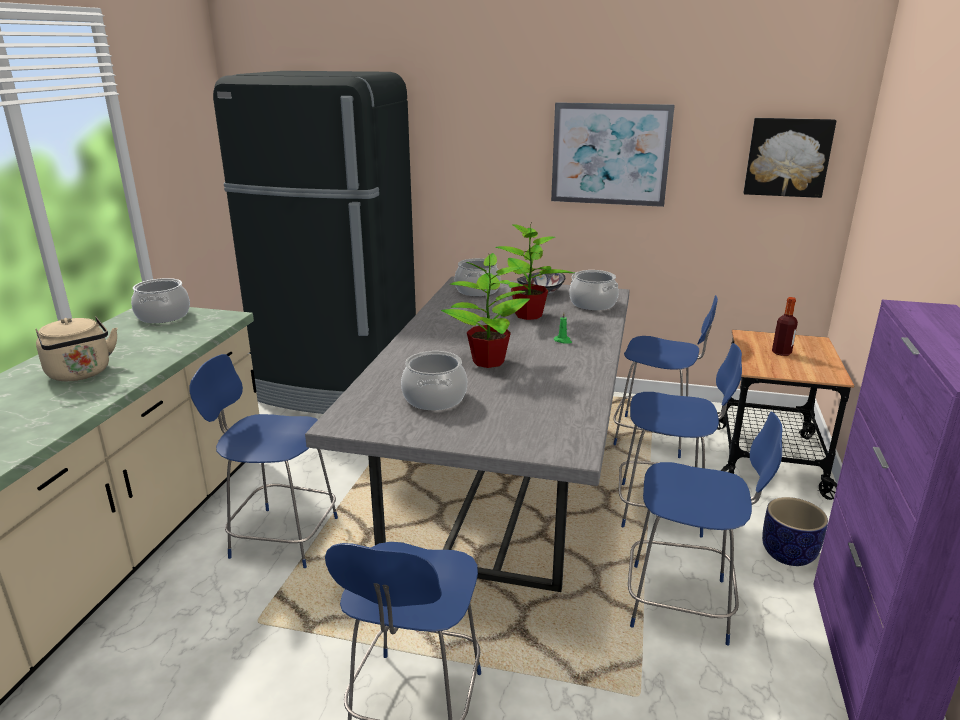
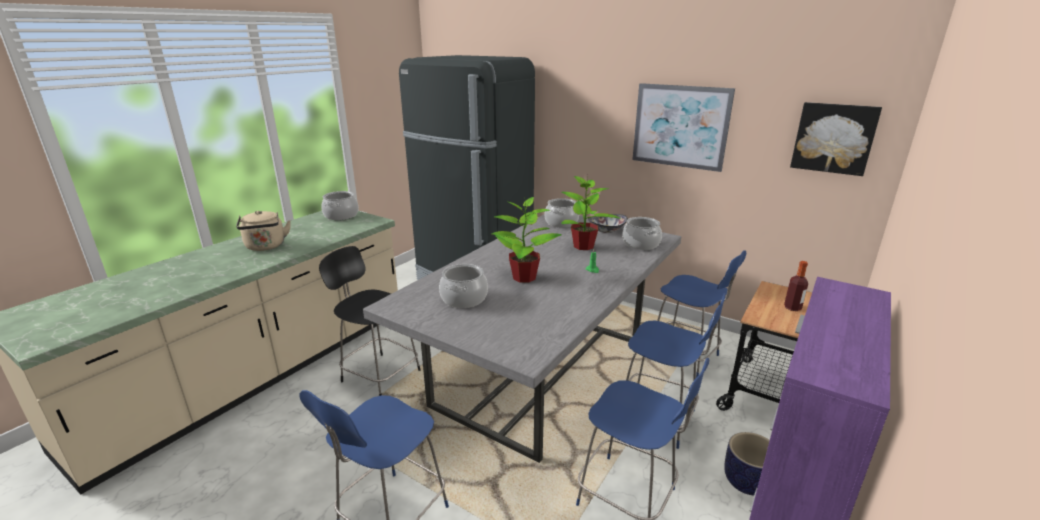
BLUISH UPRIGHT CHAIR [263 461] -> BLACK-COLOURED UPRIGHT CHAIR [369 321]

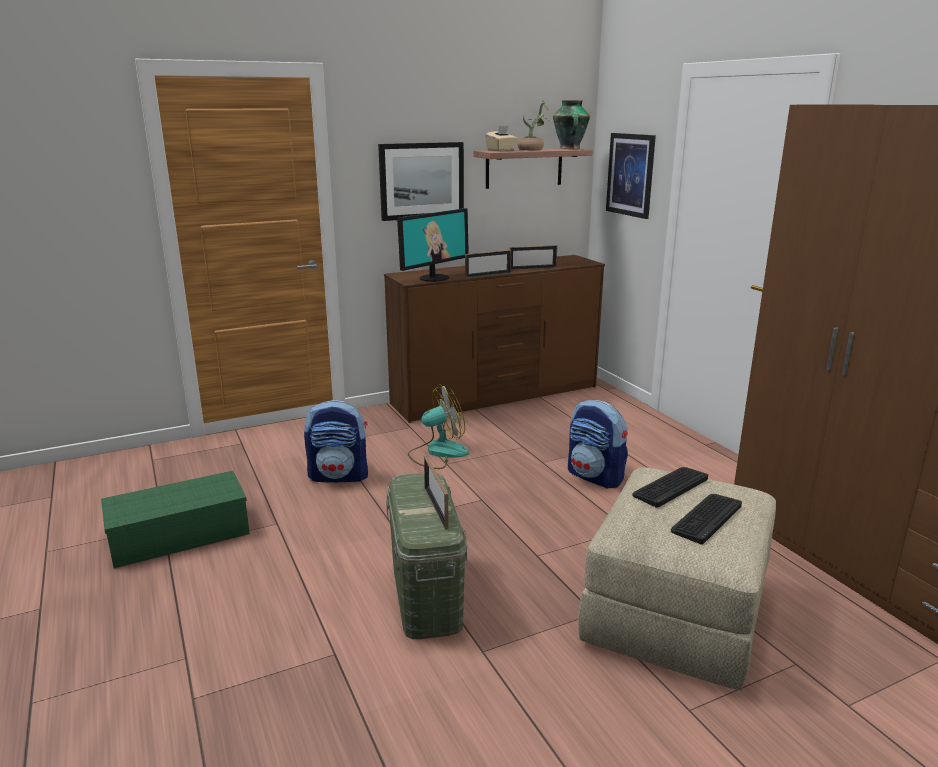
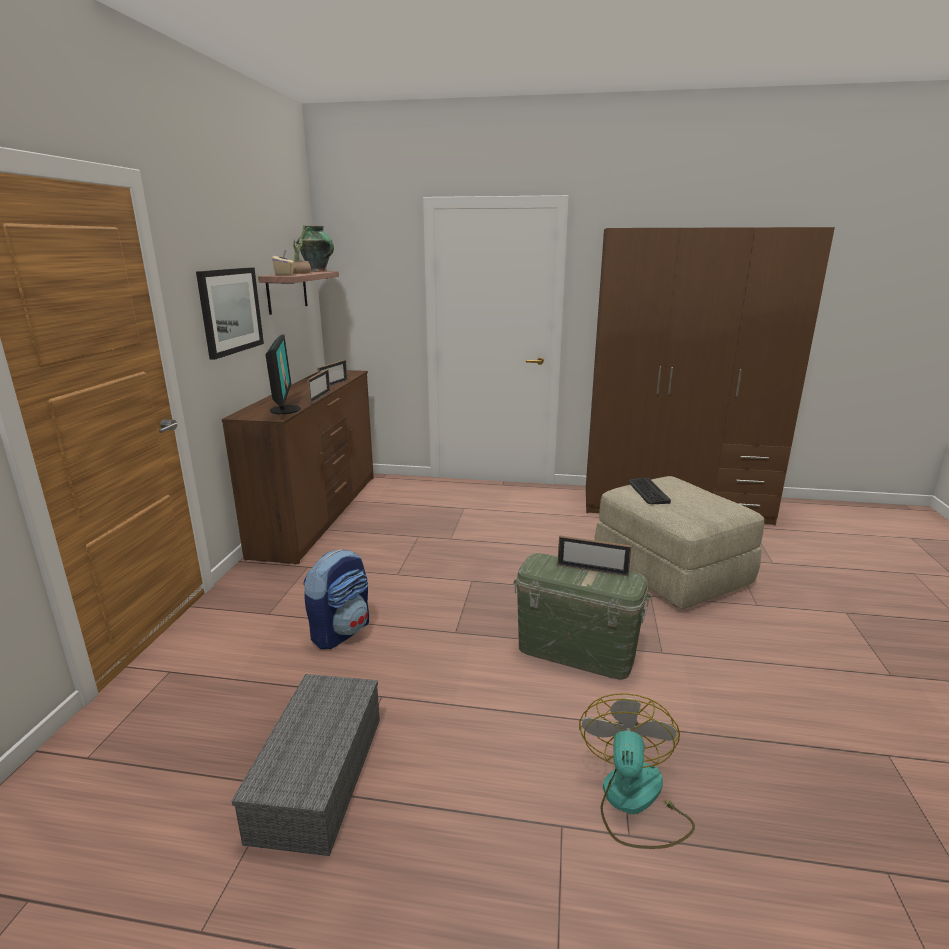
GREEN-COLOURED STORAGE BOX [175 519] -> GREY STORAGE BOX [306 765]
COOLING FAN [438 426] -> COOLING FAN [637 771], move
BACKPACK [598 444] -> none
WALL ART [631 176] -> none
KEYBOARD [706 519] -> none

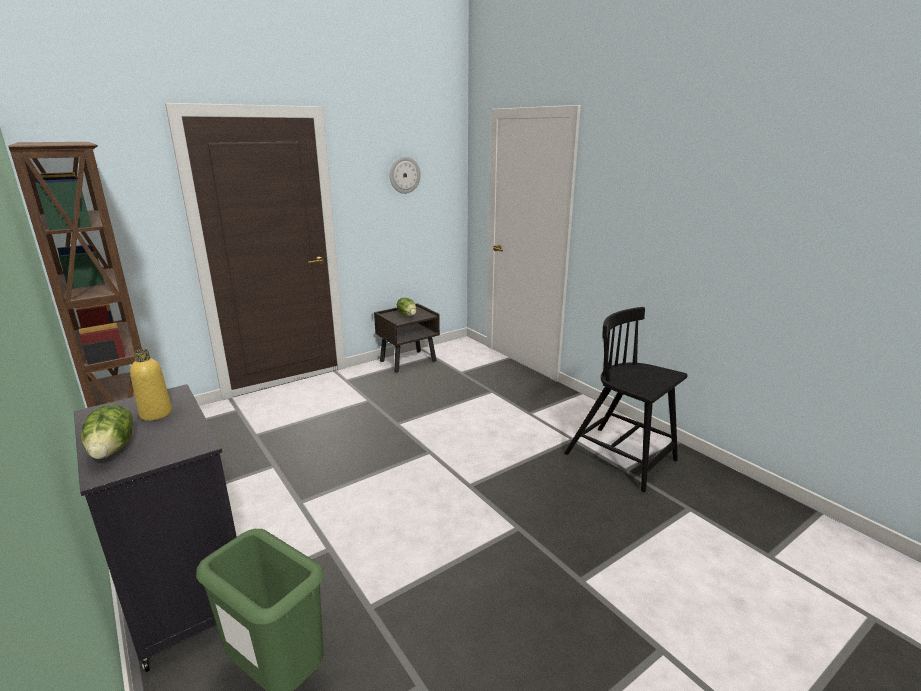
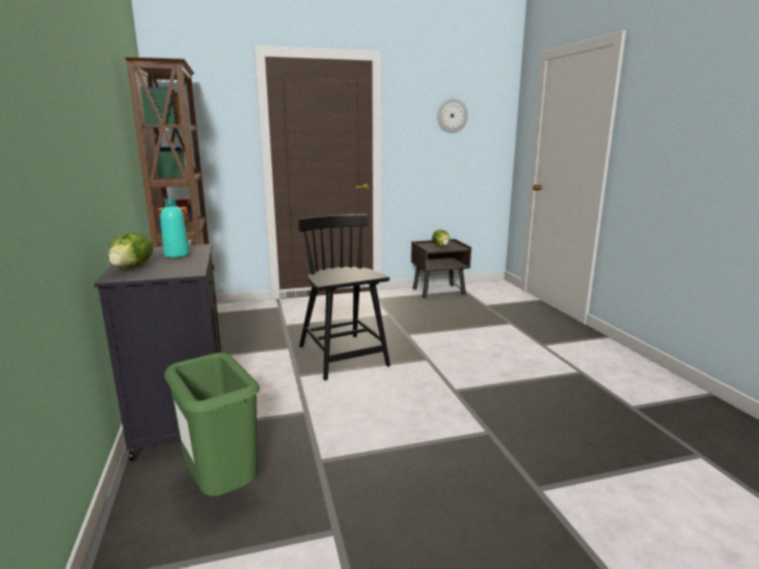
YELLOW-COLOURED BOTTLE [151 385] -> BLUE-GREEN BOTTLE [174 228]
BLACK-COLOURED UPRIGHT CHAIR [626 399] -> BLACK-COLOURED UPRIGHT CHAIR [344 297], move

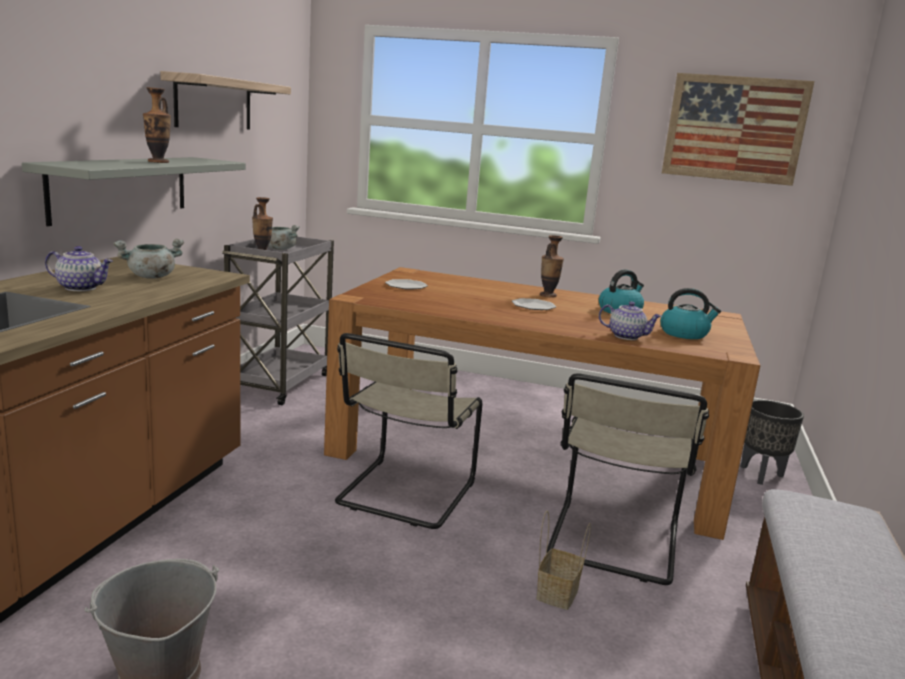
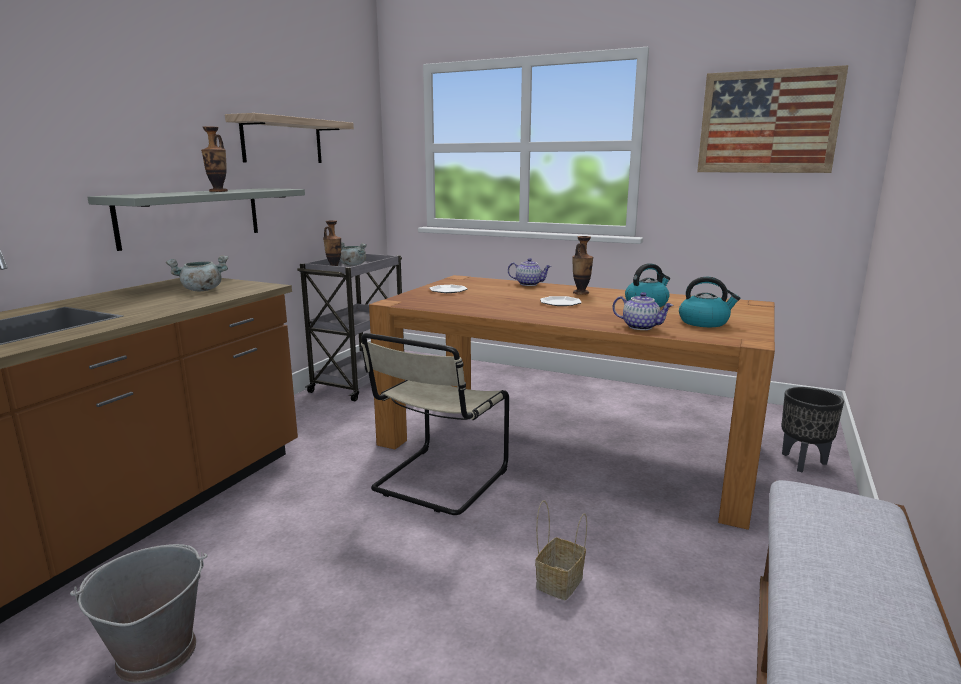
TEAPOT [79 268] -> TEAPOT [530 272], move
BEIGE-COLOURED UPRIGHT CHAIR [628 479] -> none

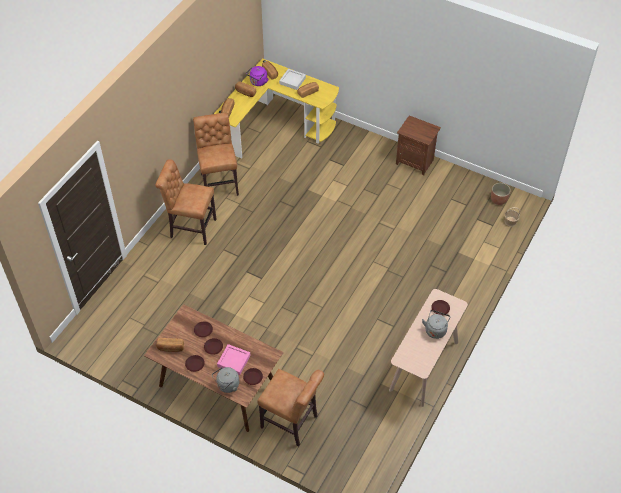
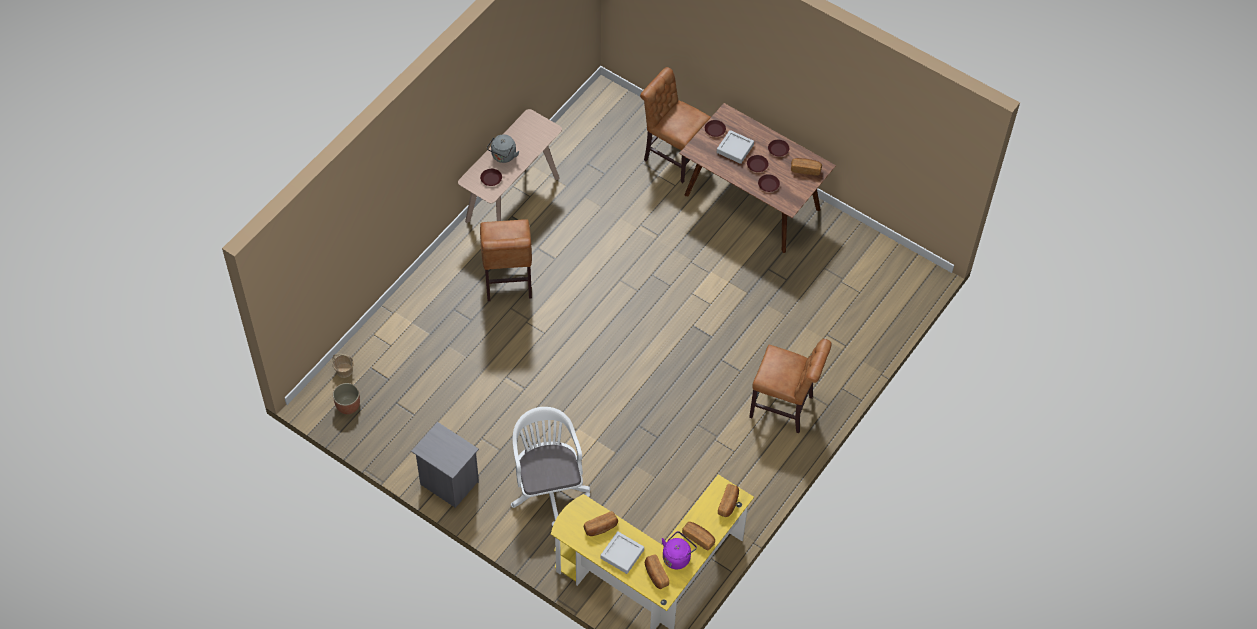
BROWNISH UPRIGHT CHAIR [216 154] -> BROWNISH UPRIGHT CHAIR [506 260], move
GREY TEA KETTLE [225 380] -> none
PINK-COLOURED TRAY [234 359] -> GREY TRAY [735 147]
BROWNISH BEDSIDE TABLE [418 145] -> GREY BEDSIDE TABLE [445 465]
none -> WHITISH OFFICE CHAIR [550 466]

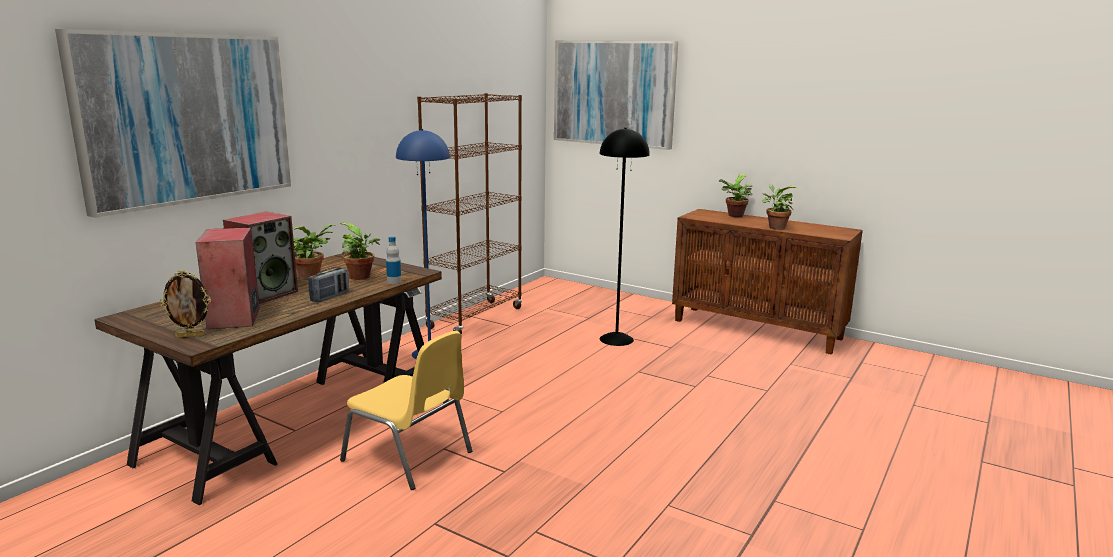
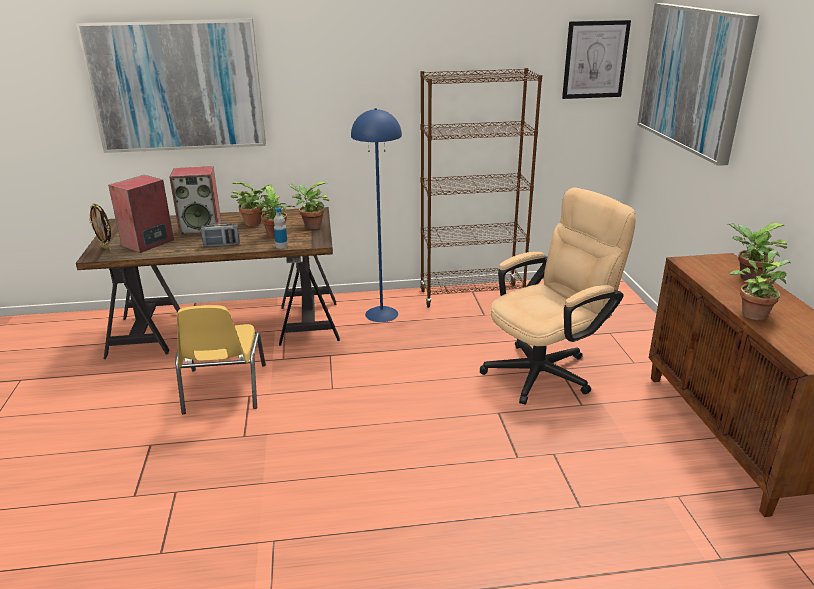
BLACK-COLOURED FLOOR LAMP [625 236] -> BEIGE-COLOURED OFFICE CHAIR [558 296]
none -> HOUSEPLANT [308 205]
none -> WALL ART [596 59]

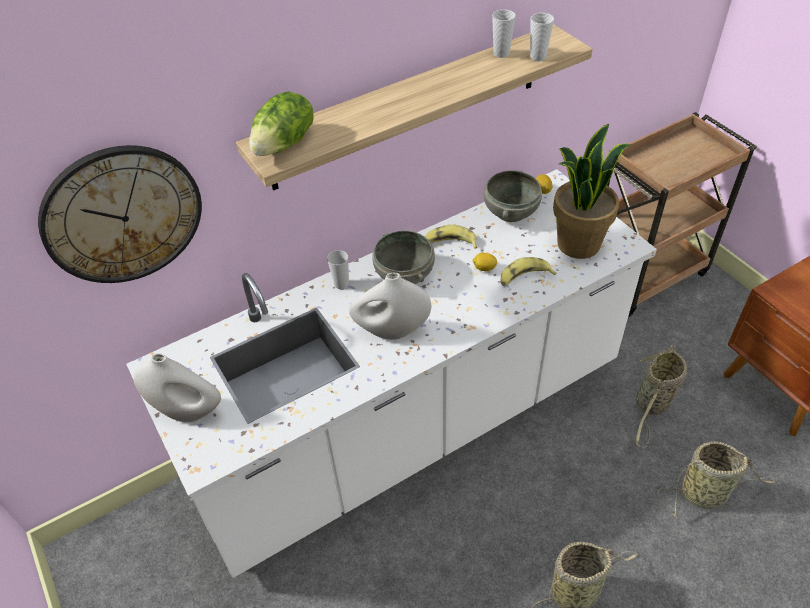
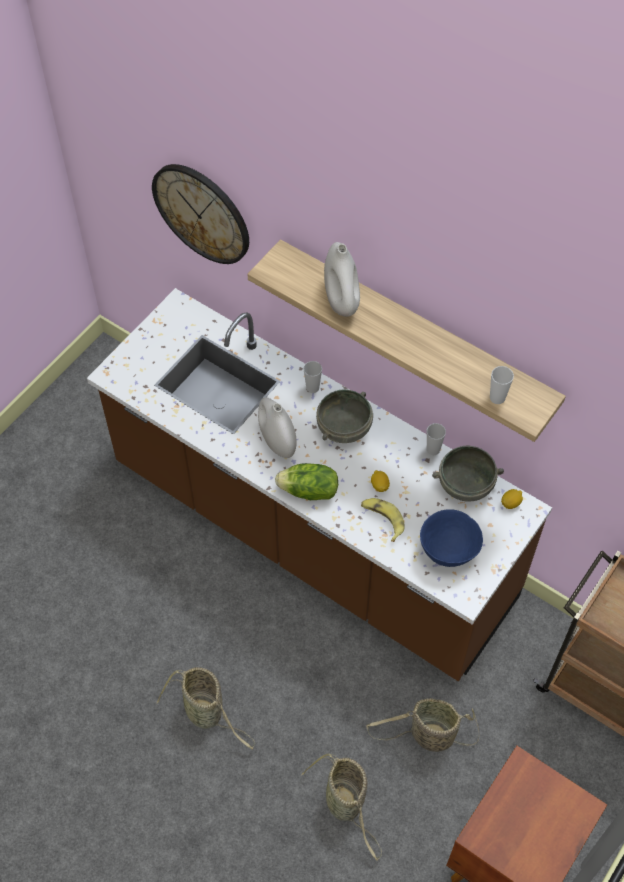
WHITISH KITCHEN COUNTER [391 373] -> BROWNISH KITCHEN COUNTER [319 484]
WHITISH FLOWER VASE [177 387] -> WHITISH FLOWER VASE [342 279], move
LETTUCE HEAD [281 123] -> LETTUCE HEAD [306 481], move
WHOLE BANANA [451 236] -> none
SMALL CUP [504 33] -> SMALL CUP [436 439], move
HOUSEPLANT [592 191] -> BLUISH BOWL [451 538]

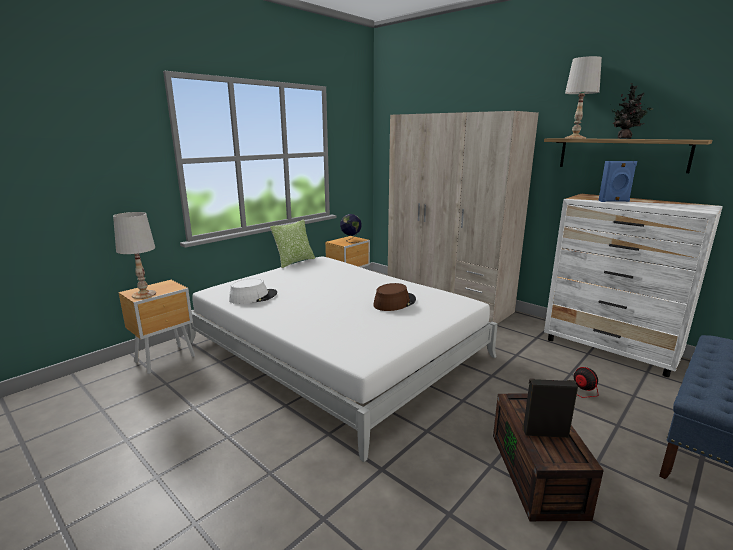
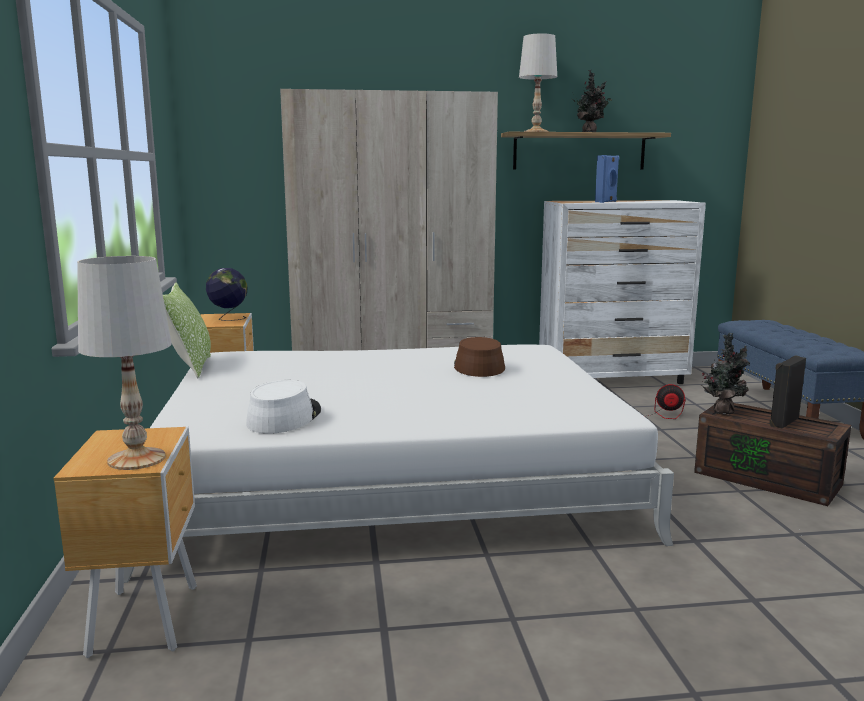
none -> HOUSEPLANT [725 373]

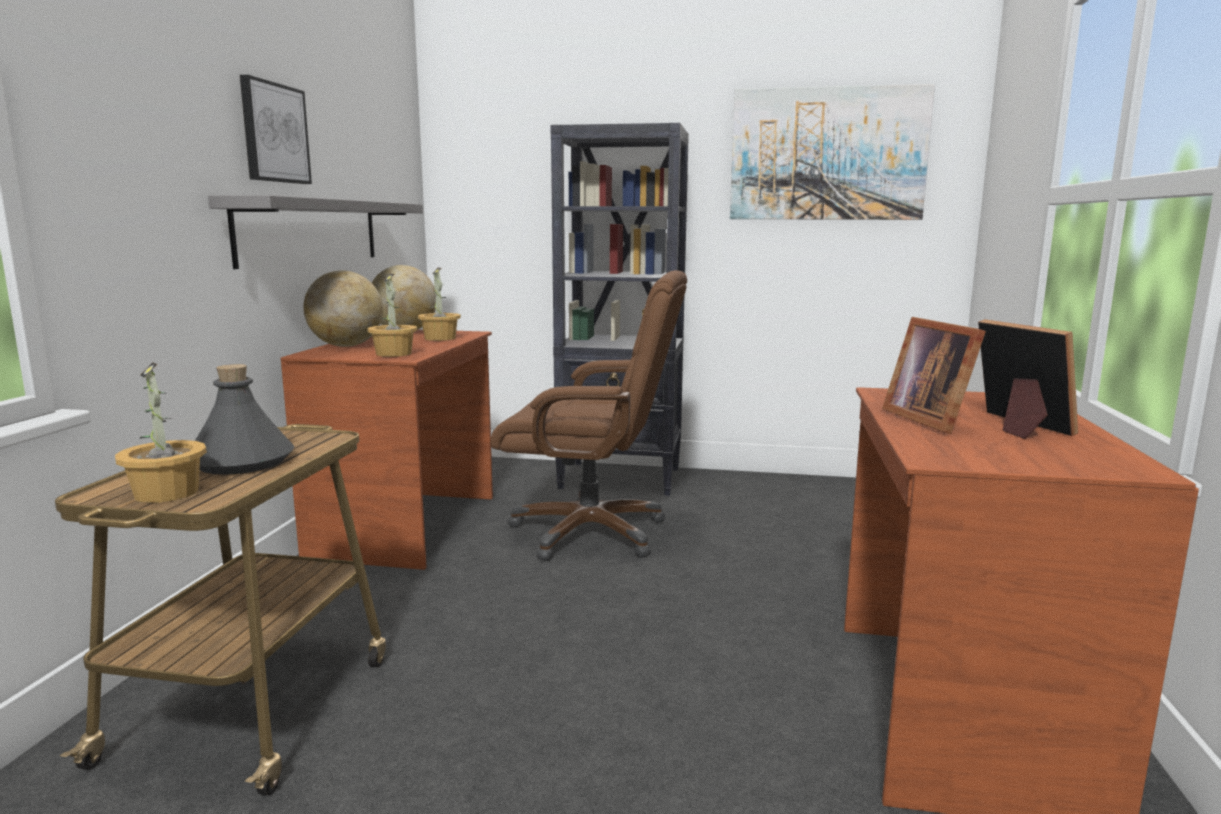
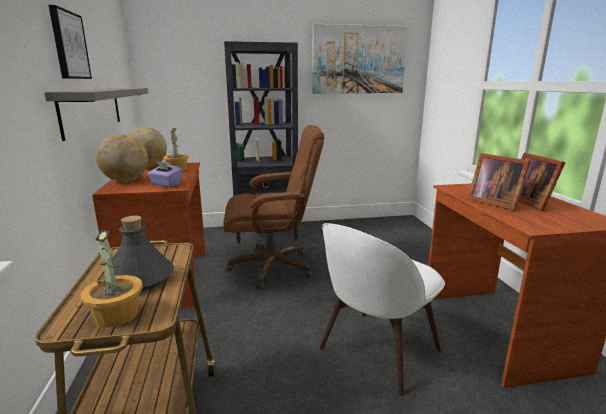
HOUSEPLANT [392 315] -> PURPLISH TISSUE HOLDER [165 174]
PICTURE FRAME [1028 379] -> PICTURE FRAME [542 181], 150 degrees counterclockwise
none -> WHITISH UPRIGHT CHAIR [382 309]

